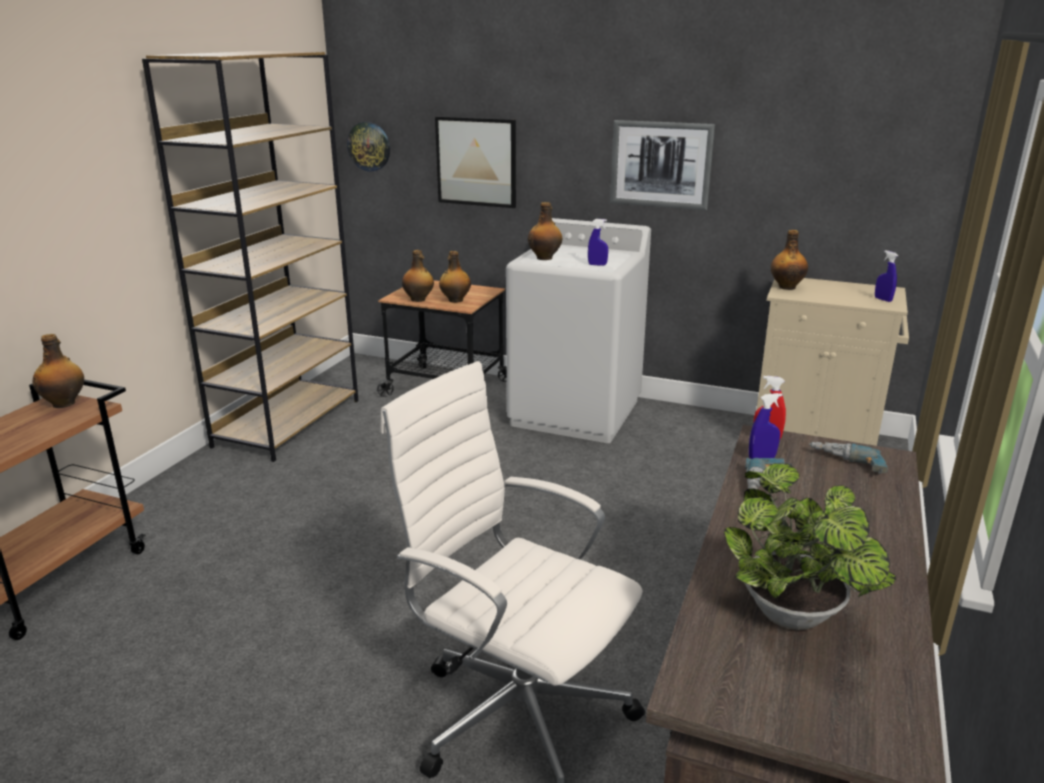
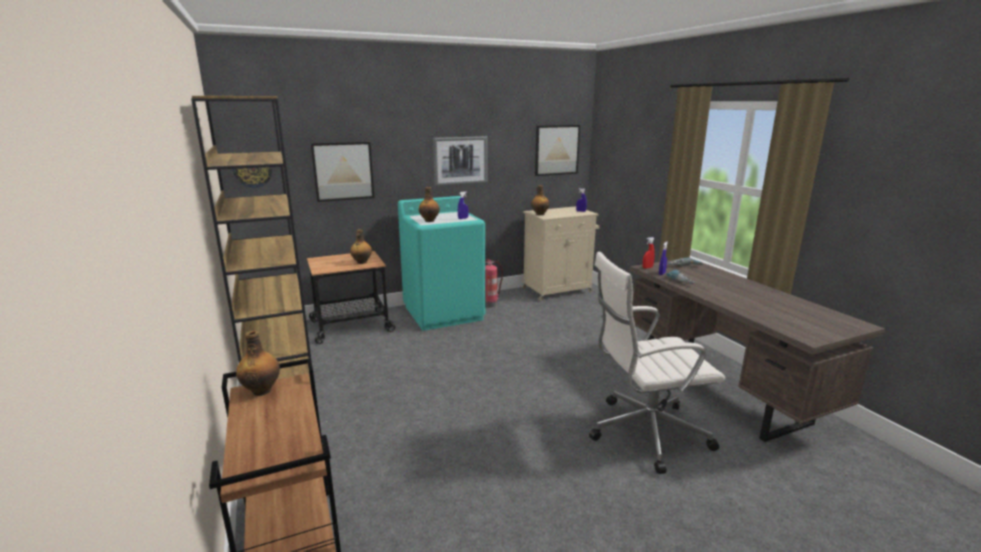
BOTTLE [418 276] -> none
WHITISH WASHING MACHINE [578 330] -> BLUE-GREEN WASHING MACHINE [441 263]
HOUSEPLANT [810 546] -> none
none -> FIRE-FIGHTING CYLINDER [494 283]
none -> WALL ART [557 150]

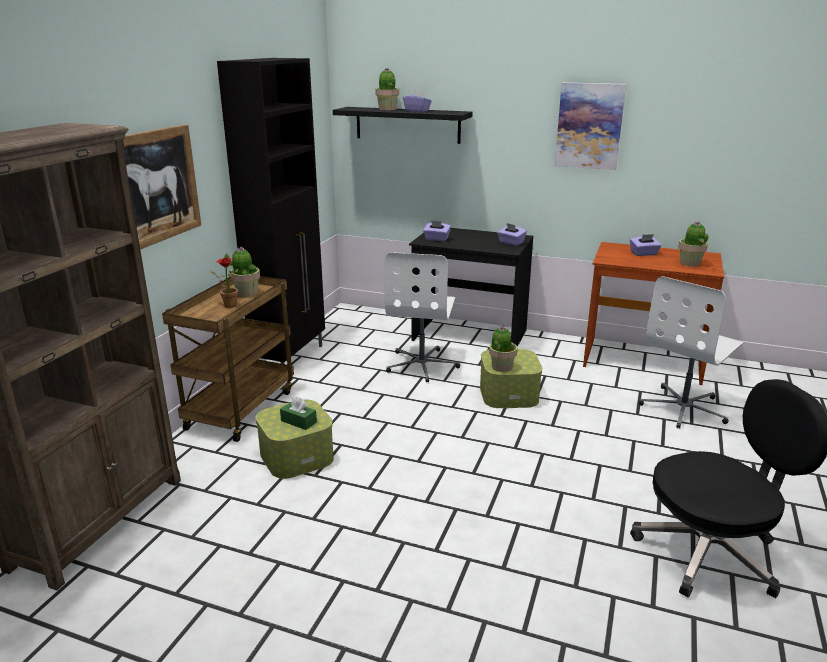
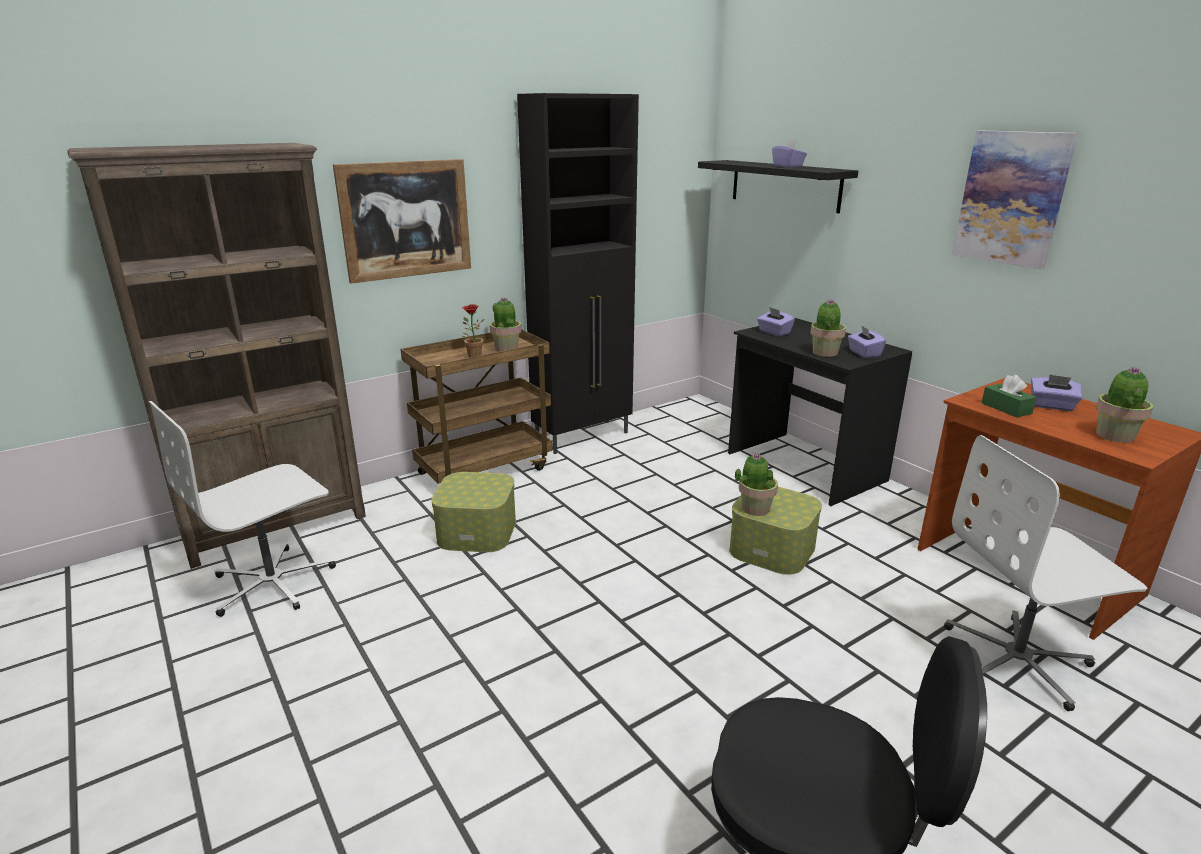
GREEN-COLOURED TISSUE HOLDER [298 413] -> GREEN-COLOURED TISSUE HOLDER [1009 396], move
HOUSEPLANT [387 89] -> HOUSEPLANT [828 328], move
WHITISH OFFICE CHAIR [422 317] -> WHITISH OFFICE CHAIR [242 509], move

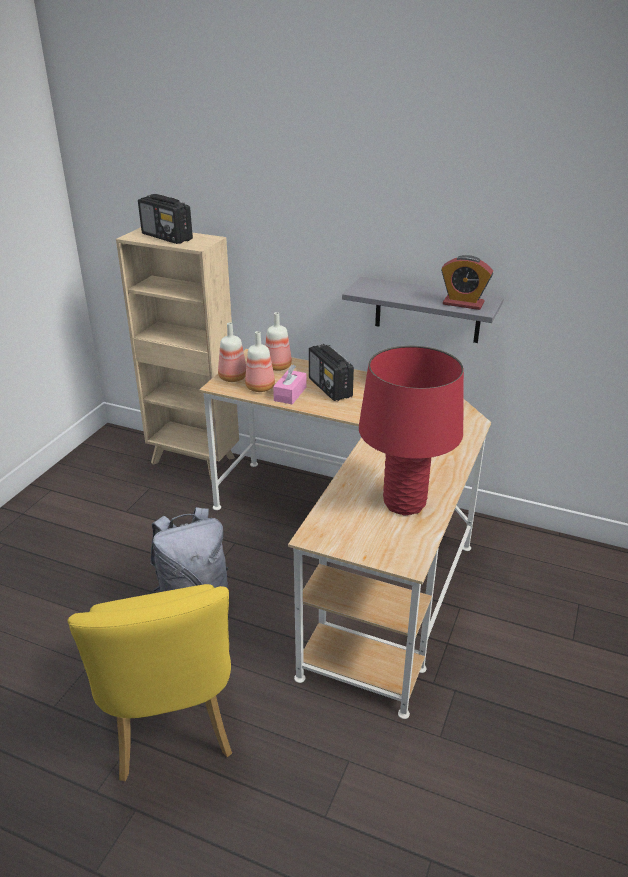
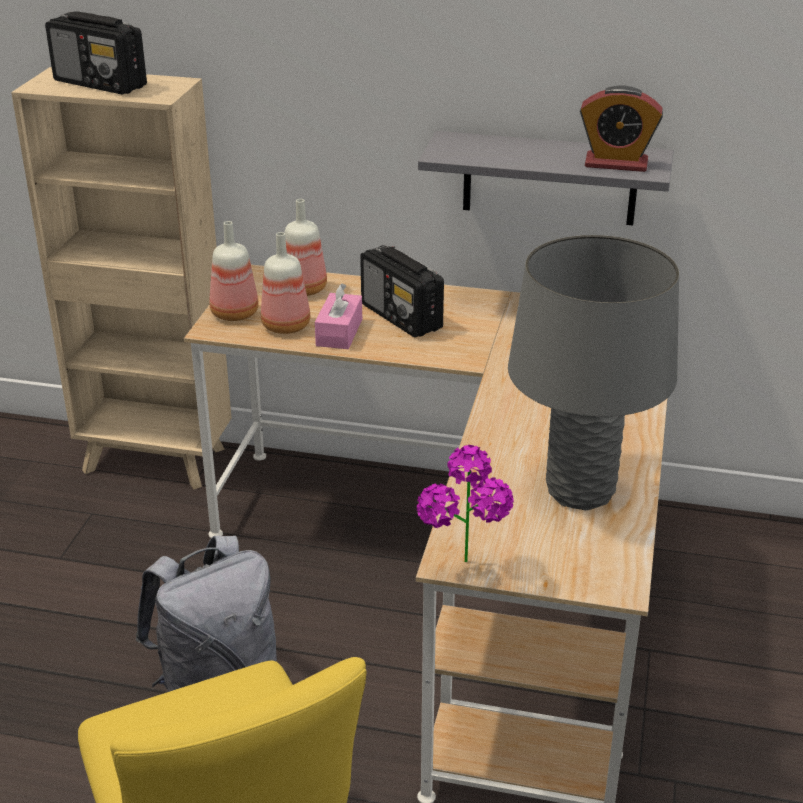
RED-COLOURED TABLETOP LAMP [411 430] -> GREY TABLETOP LAMP [593 372]
none -> HOUSEPLANT [465 503]

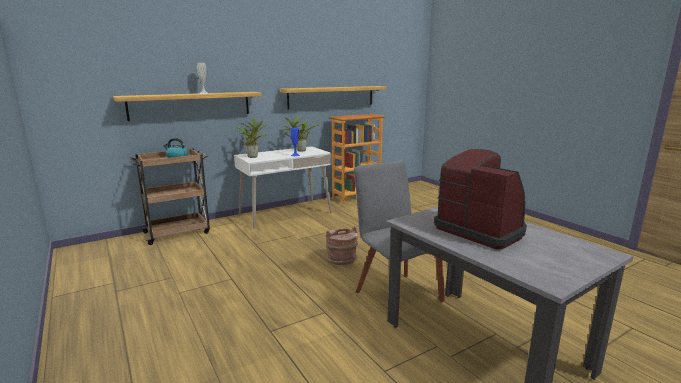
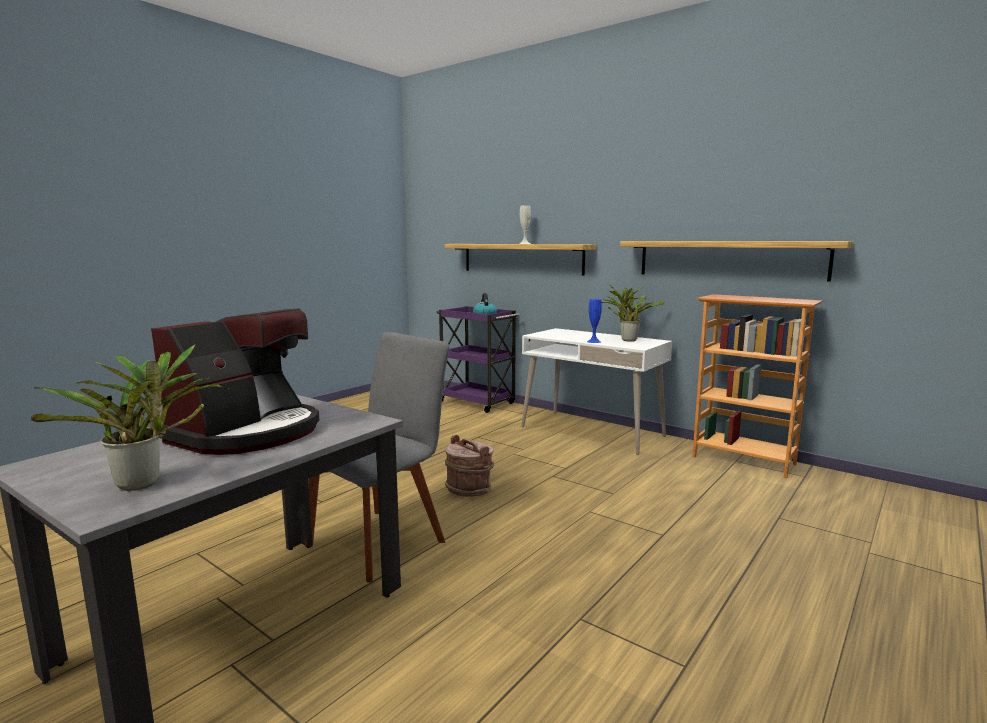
BROWNISH CART [170 196] -> PURPLISH CART [478 359]
HOUSEPLANT [252 138] -> HOUSEPLANT [129 417], move

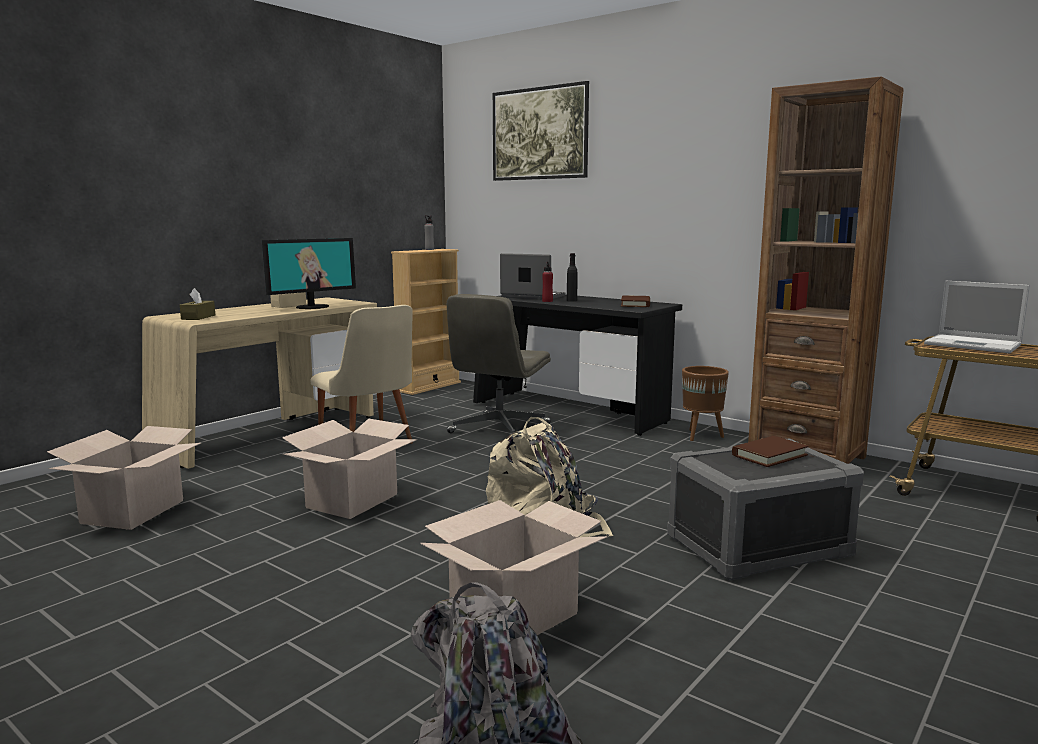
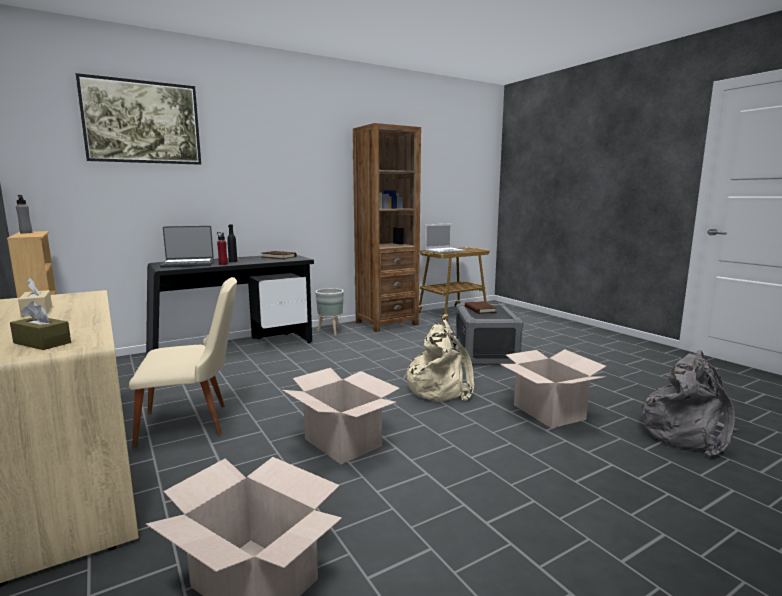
COMPUTER SCREEN [309 273] -> none
GREY OFFICE CHAIR [499 363] -> none
PORTABLE COMPUTER [532 276] -> PORTABLE COMPUTER [187 247], 150 degrees counterclockwise
BROWNISH FLOWER POT [705 403] -> GREY FLOWER POT [329 311]

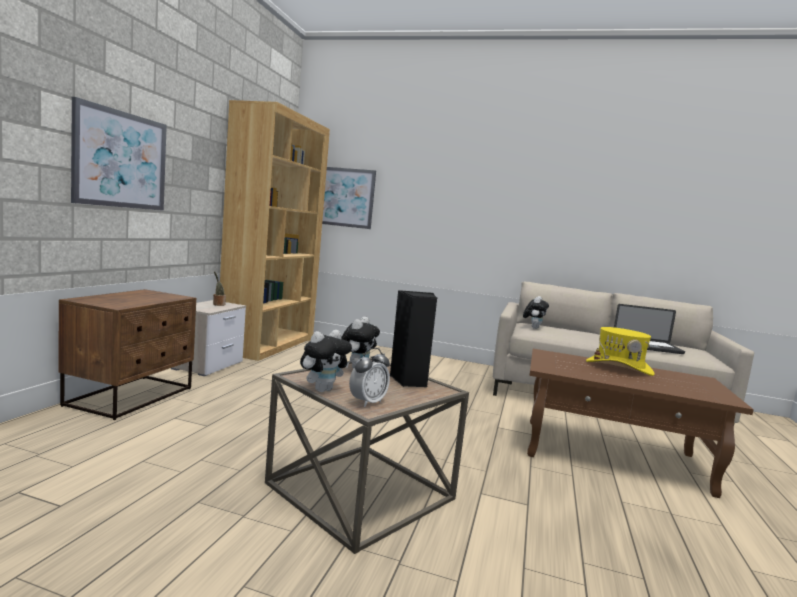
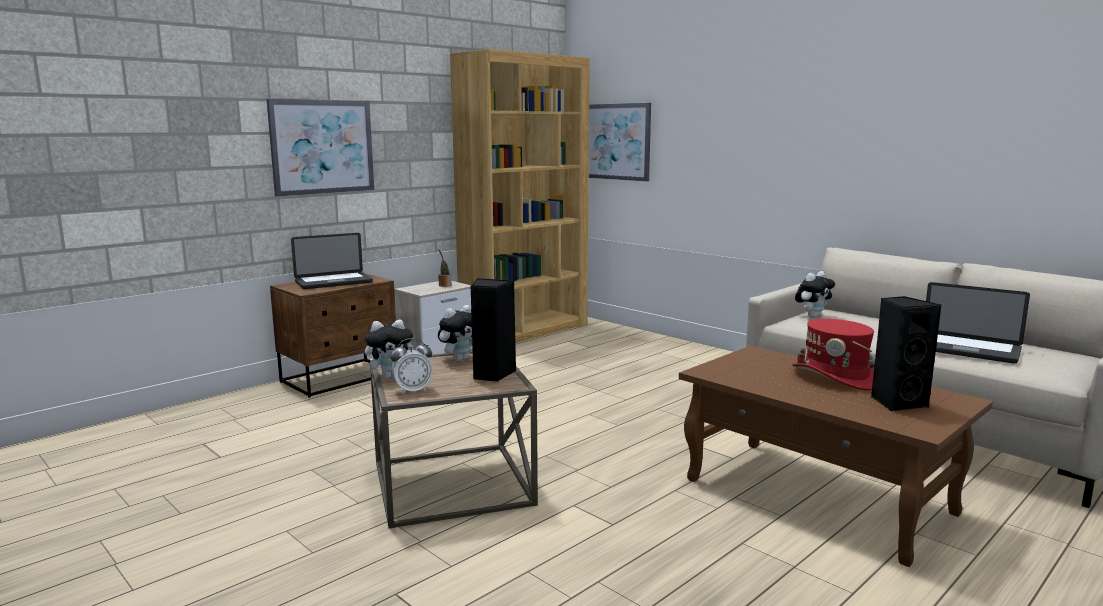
YELLOW-COLOURED CLOTHING HAT [620 351] -> RED-COLOURED CLOTHING HAT [833 354]
none -> PORTABLE COMPUTER [332 261]
none -> BLACK-COLOURED SPEAKER [906 354]

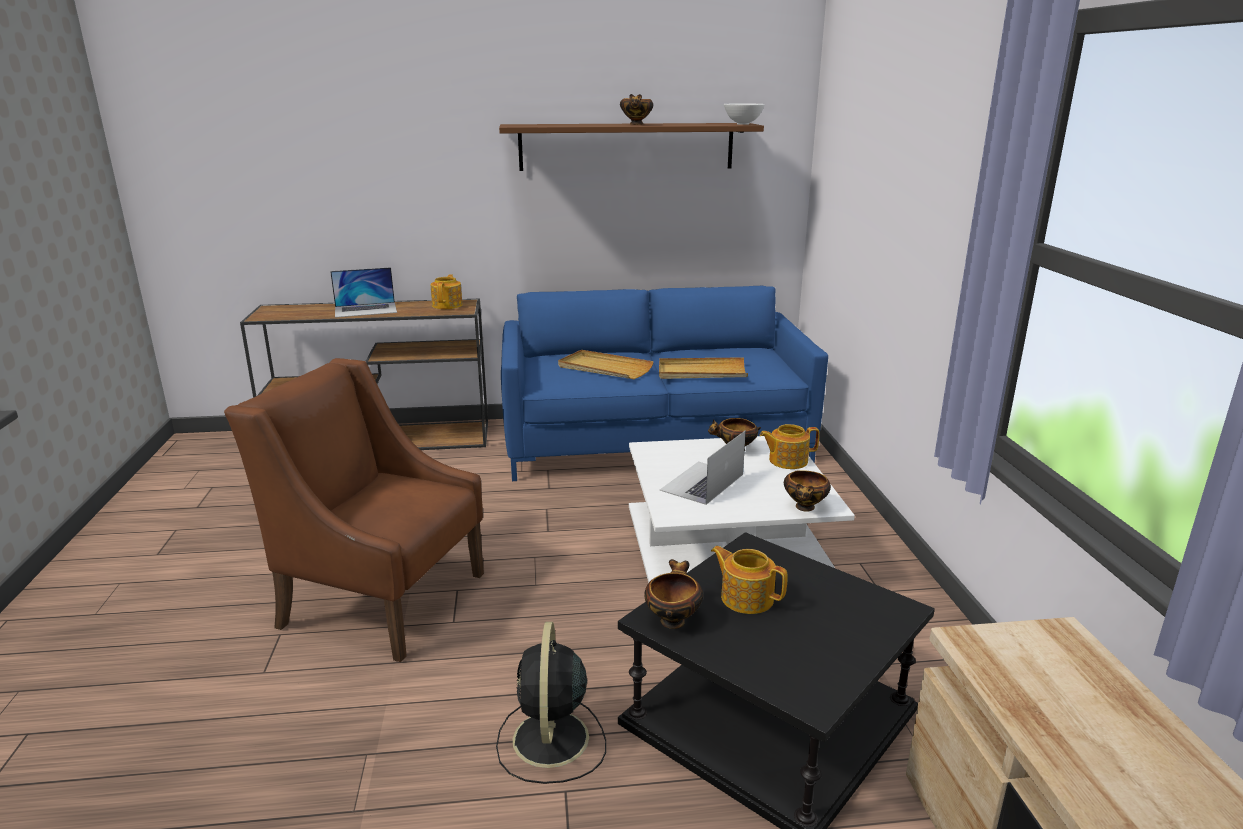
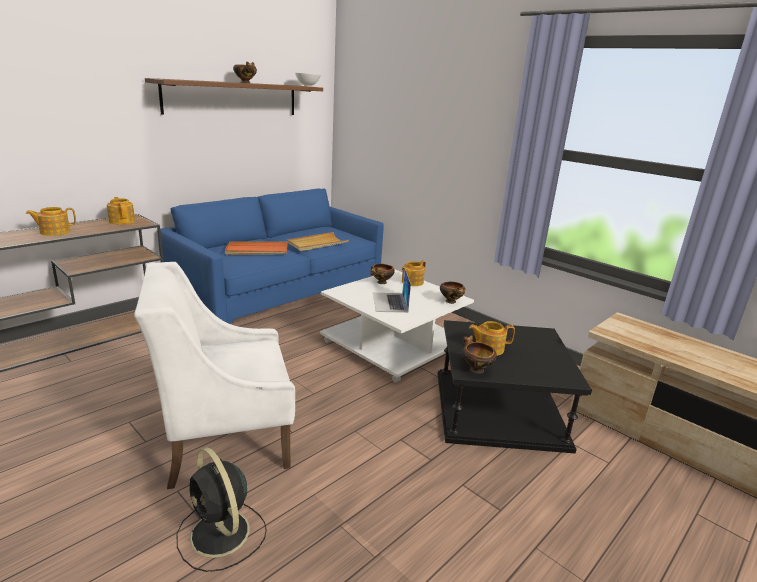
BROWNISH EASY CHAIR [354 510] -> WHITISH EASY CHAIR [214 375]
PORTABLE COMPUTER [363 292] -> TEAPOT [51 221]
BLACK-COLOURED COOLING FAN [551 703] -> BLACK-COLOURED COOLING FAN [221 510], move
BEIGE-COLOURED TRAY [606 364] -> ORANGE-COLOURED TRAY [256 248]

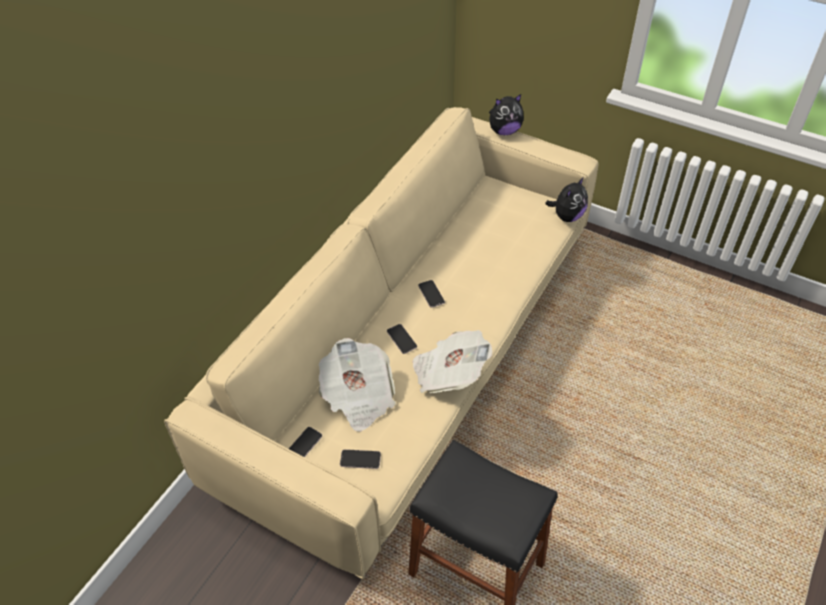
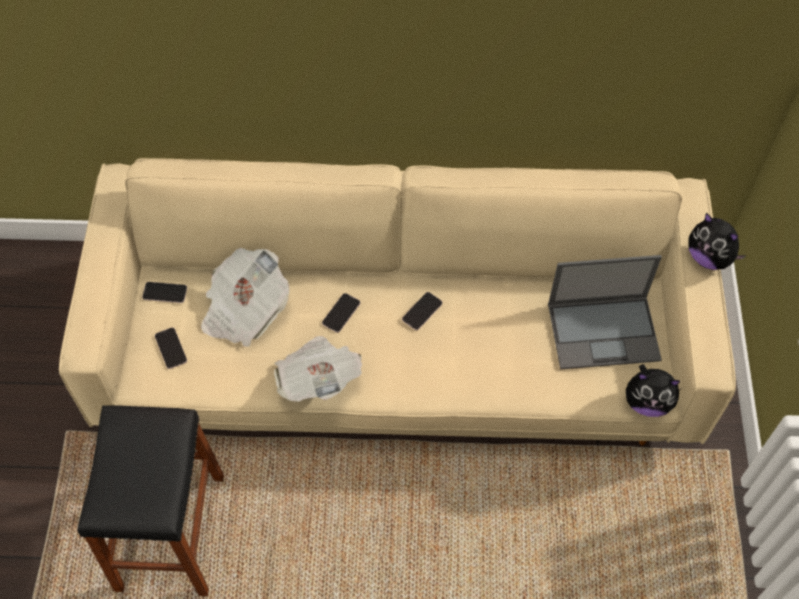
none -> PORTABLE COMPUTER [605 312]

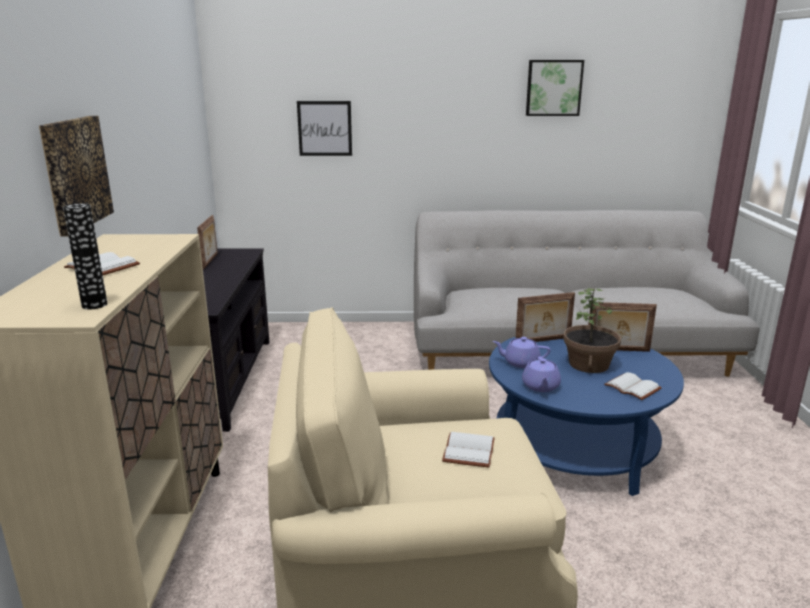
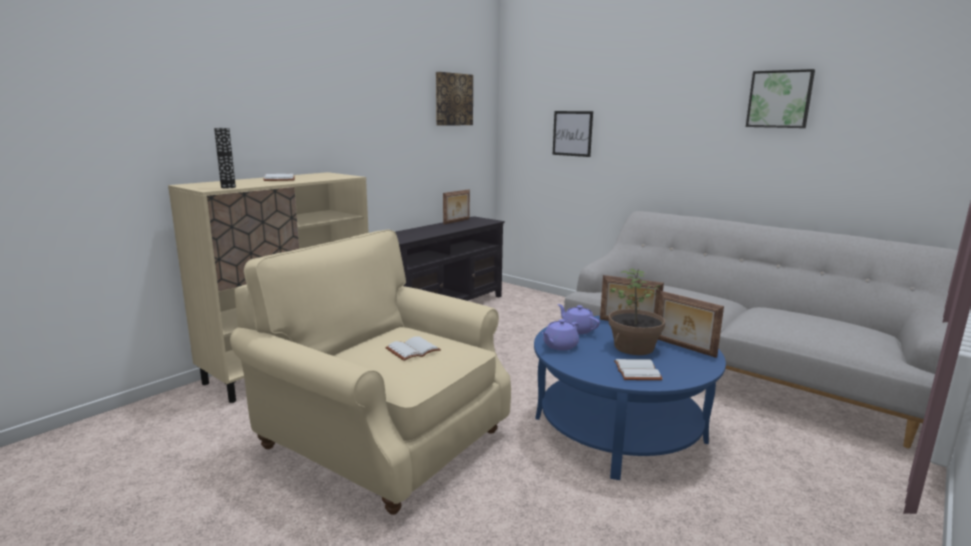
WALL ART [76 176] -> WALL ART [454 99], move

